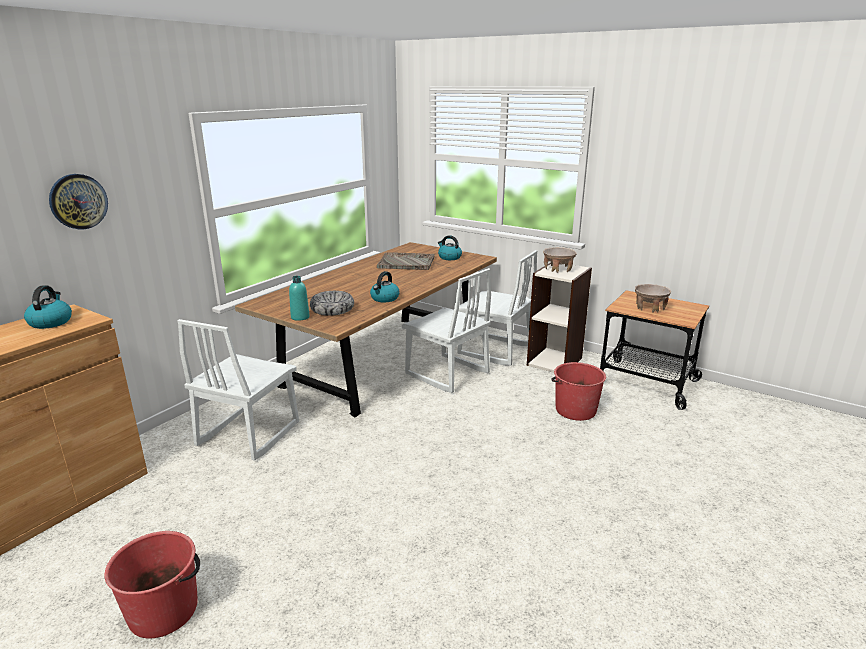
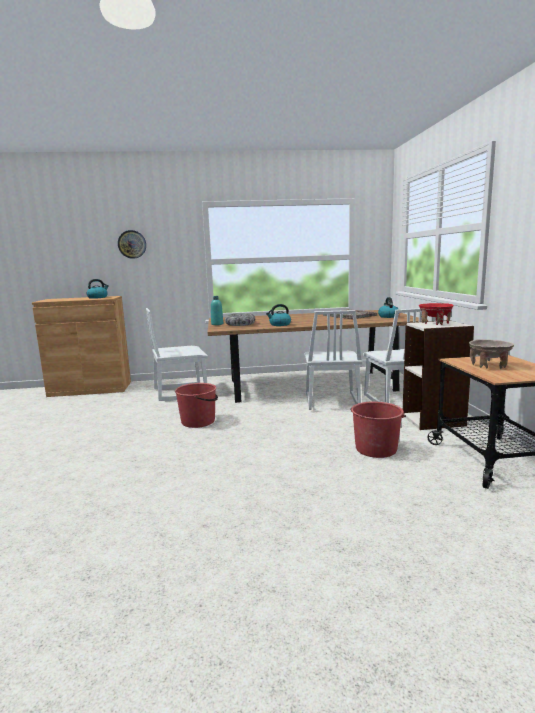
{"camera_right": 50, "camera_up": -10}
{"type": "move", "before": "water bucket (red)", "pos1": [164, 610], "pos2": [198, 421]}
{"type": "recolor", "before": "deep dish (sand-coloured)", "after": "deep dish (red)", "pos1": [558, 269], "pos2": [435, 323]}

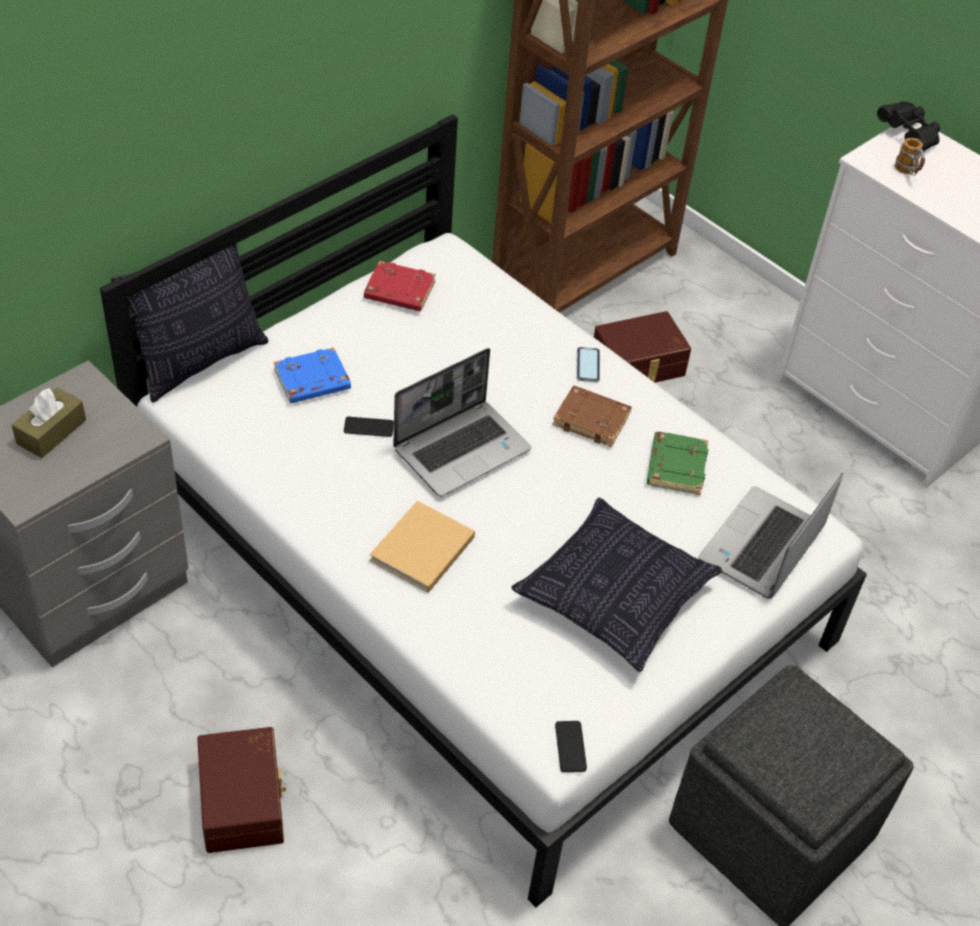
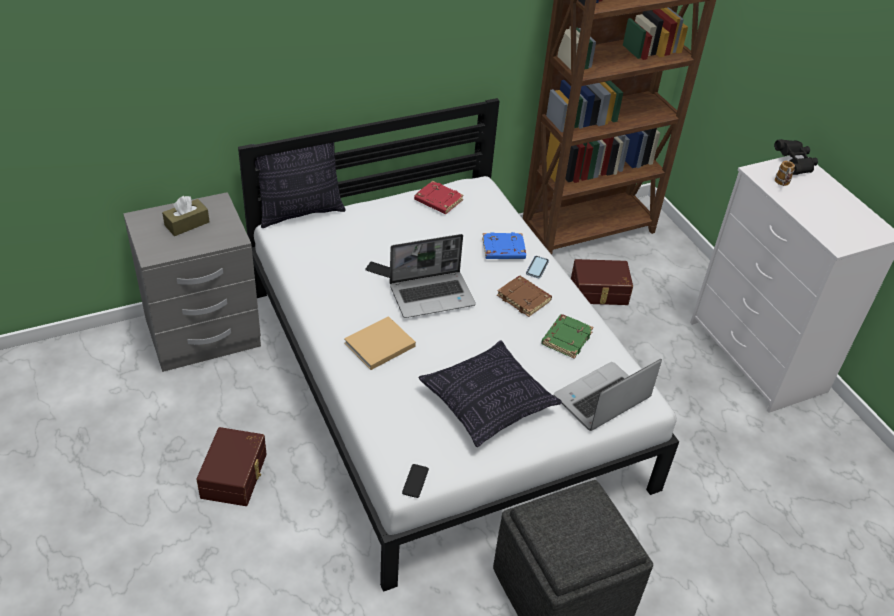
{"camera_right": 20, "camera_up": -5}
{"type": "move", "before": "bound book (blue)", "pos1": [312, 381], "pos2": [503, 250]}

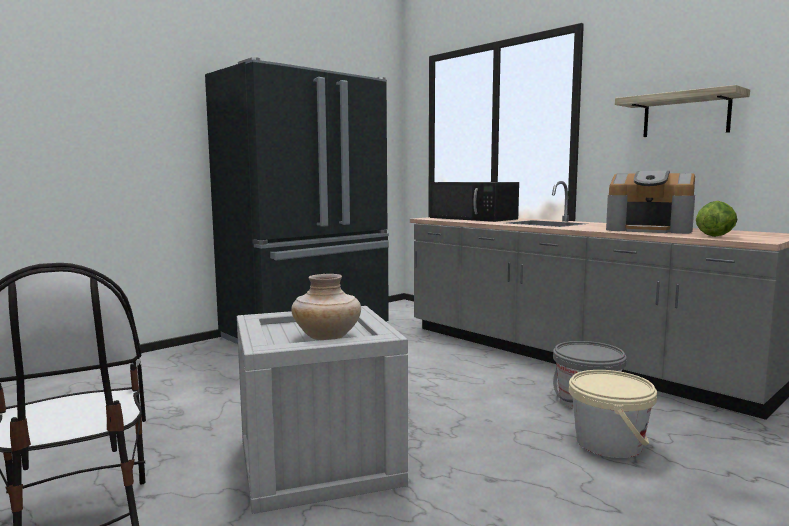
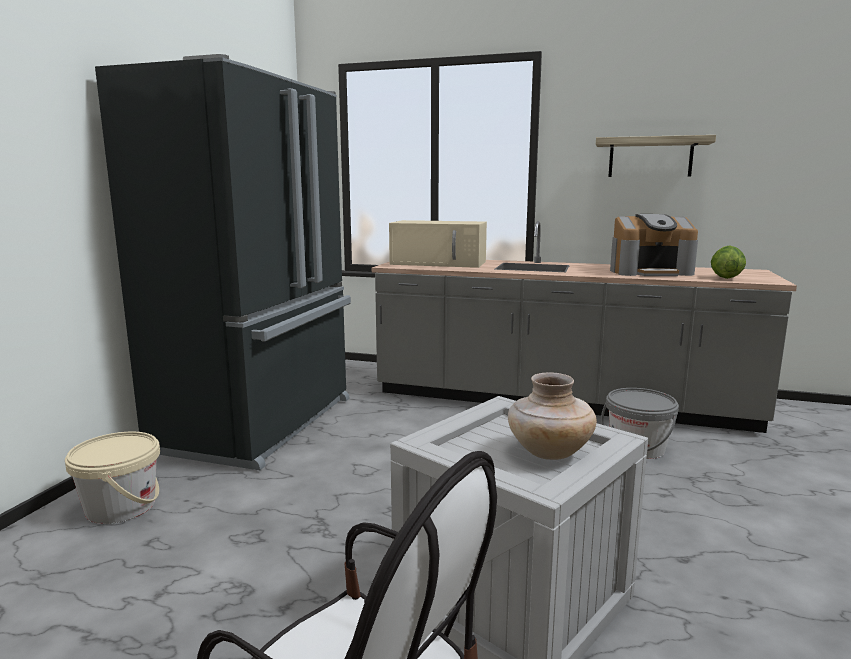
{"camera_right": -30, "camera_up": 5}
{"type": "recolor", "before": "microwave oven (black-coloured)", "after": "microwave oven (sand-coloured)", "pos1": [474, 218], "pos2": [440, 263]}
{"type": "move", "before": "water bucket (sand-coloured)", "pos1": [609, 443], "pos2": [121, 507]}

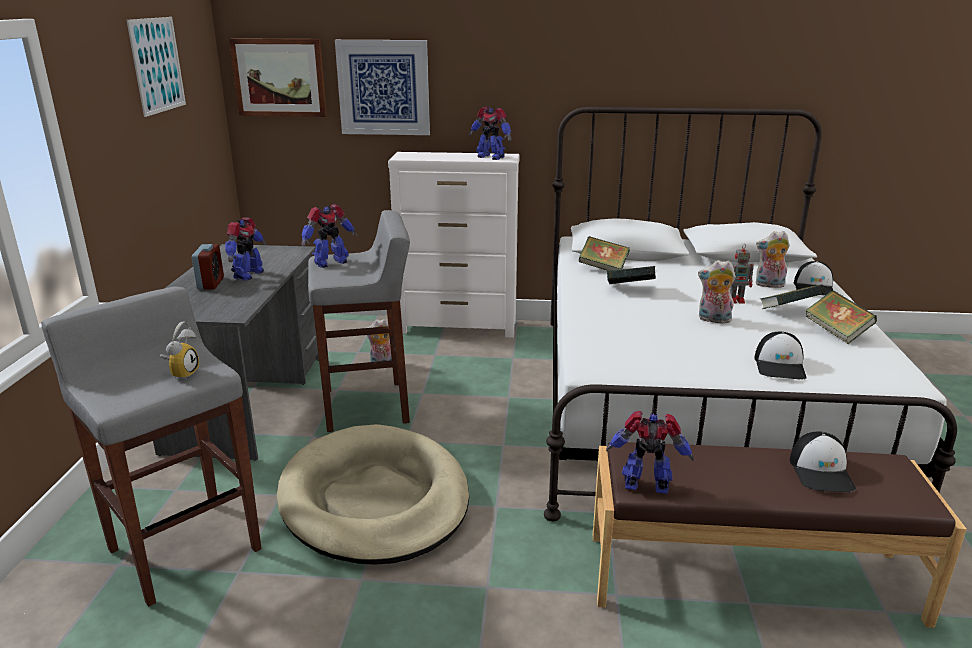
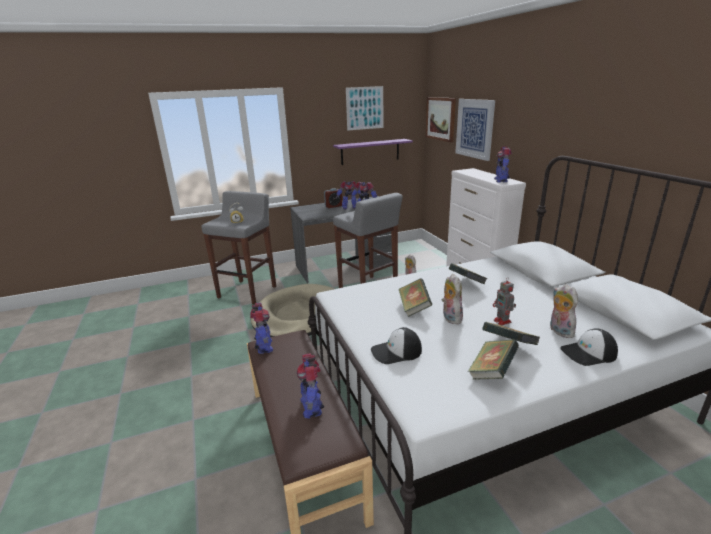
{"camera_right": 65, "camera_up": 0}
{"type": "move", "before": "bound book", "pos1": [603, 268], "pos2": [414, 308]}
{"type": "replace", "before": "peaked cap", "after": "robot figure", "pos1": [822, 472], "pos2": [312, 406]}
{"type": "insert", "after": "shelf (purplish)", "pos2": [370, 152]}

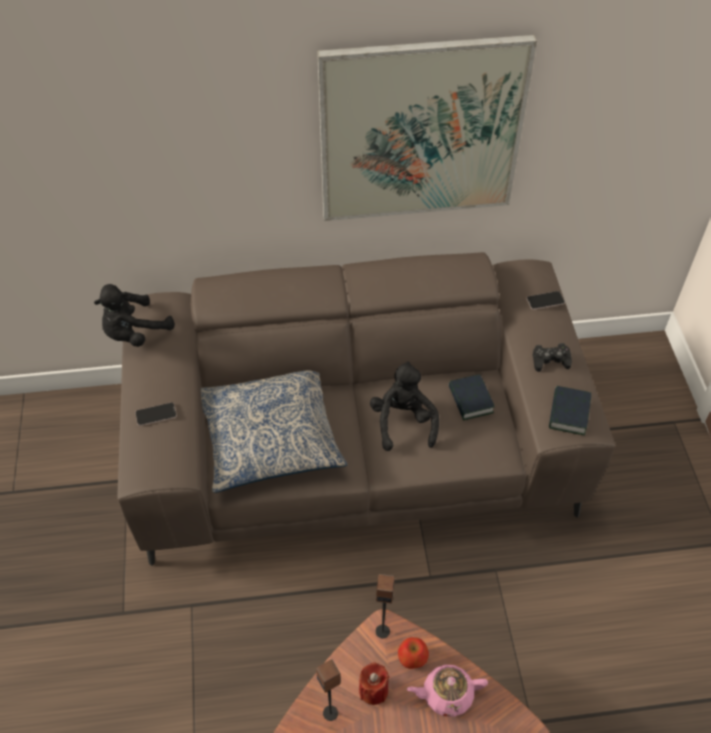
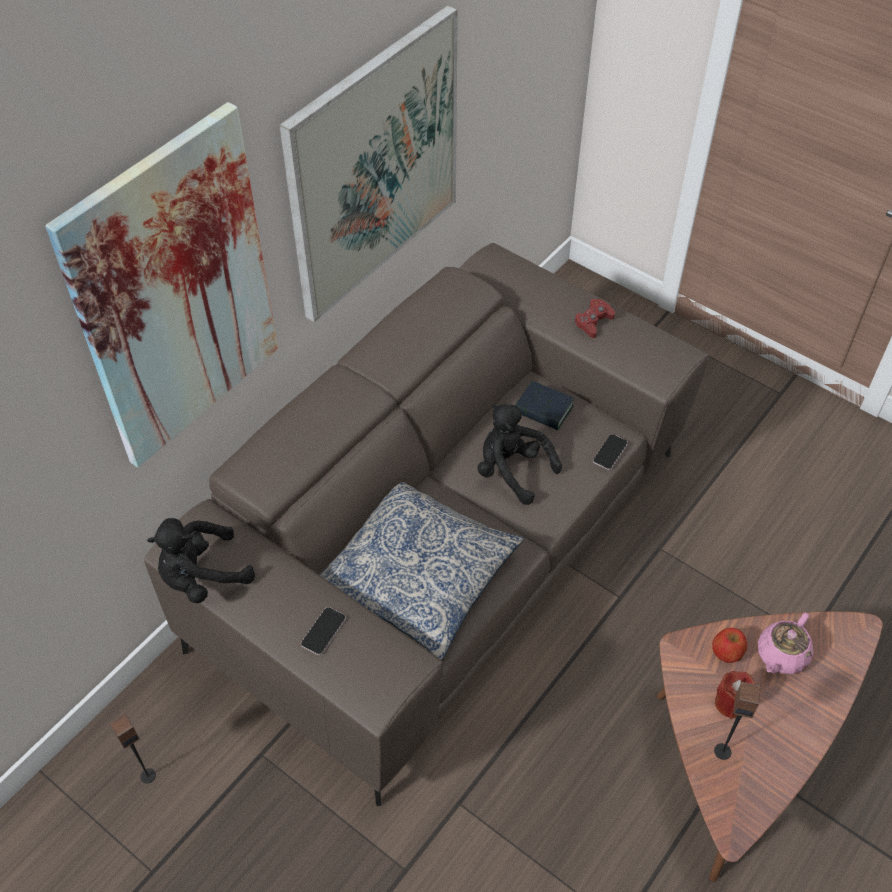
{"camera_right": -45, "camera_up": 0}
{"type": "rotate", "before": "plush toy (black-coloured)", "pos1": [134, 333], "pos2": [202, 577], "turn": 60}
{"type": "move", "before": "loudspeaker", "pos1": [382, 631], "pos2": [148, 775]}
{"type": "move", "before": "handset", "pos1": [545, 301], "pos2": [610, 452]}
{"type": "recolor", "before": "joypad (black-coloured)", "after": "joypad (red)", "pos1": [550, 360], "pos2": [593, 322]}
{"type": "delete", "before": "bound book", "pos1": [568, 413]}
{"type": "insert", "after": "wall art", "pos2": [175, 293]}

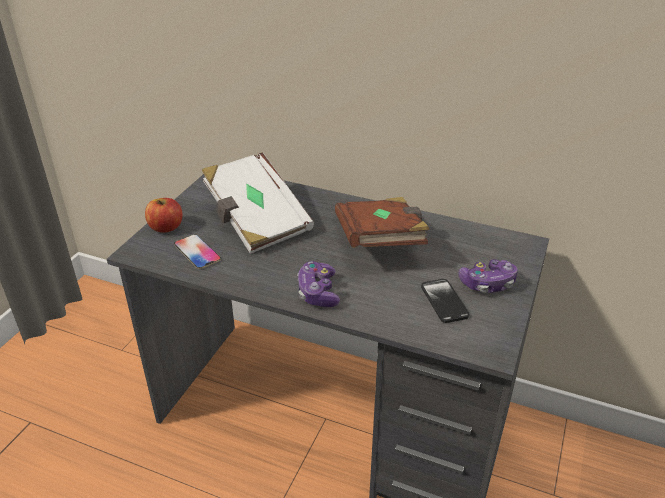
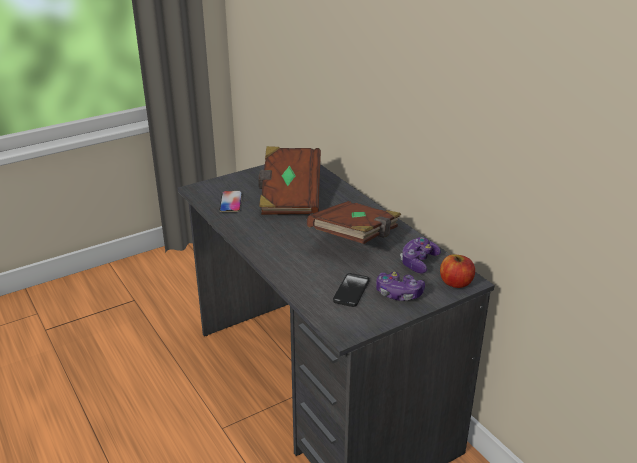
{"camera_right": 35, "camera_up": -5}
{"type": "move", "before": "apple", "pos1": [166, 227], "pos2": [456, 283]}
{"type": "recolor", "before": "bound book (whitish)", "after": "bound book (brown)", "pos1": [256, 220], "pos2": [289, 196]}
{"type": "move", "before": "joypad", "pos1": [318, 292], "pos2": [418, 262]}

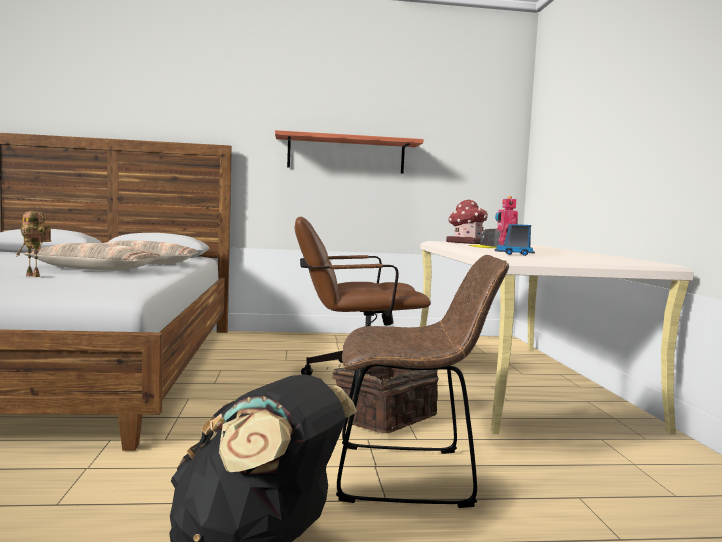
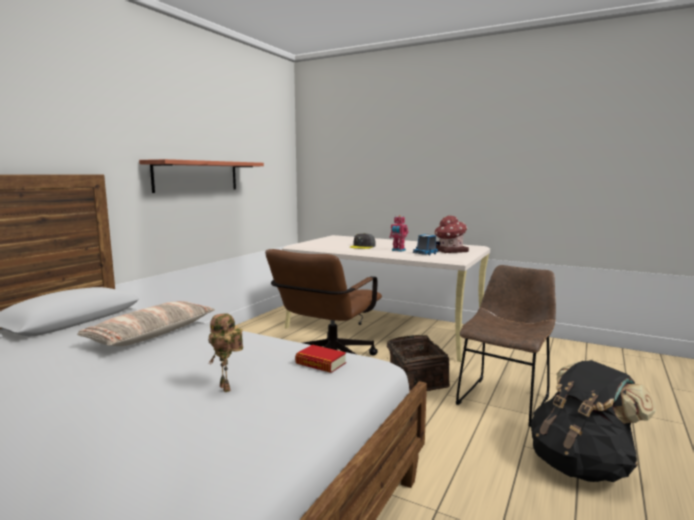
{"camera_right": -55, "camera_up": 5}
{"type": "rotate", "before": "robot figure", "pos1": [35, 276], "pos2": [227, 388], "turn": 90}
{"type": "delete", "before": "pillow", "pos1": [95, 269]}
{"type": "move", "before": "miniature house", "pos1": [466, 243], "pos2": [450, 251]}
{"type": "insert", "after": "bound book", "pos2": [320, 363]}

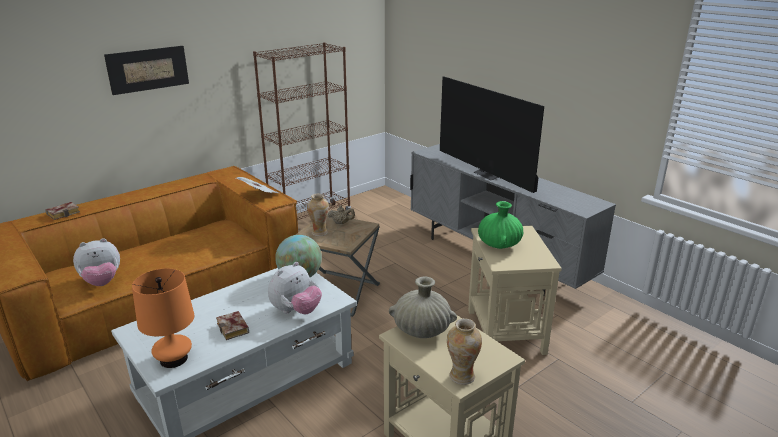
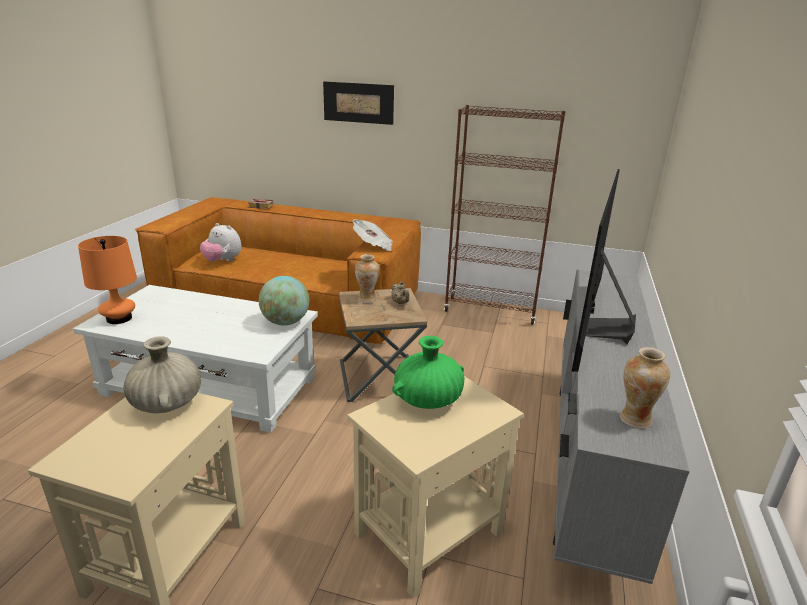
{"camera_right": 55, "camera_up": 0}
{"type": "delete", "before": "bound book", "pos1": [234, 329]}
{"type": "delete", "before": "plush toy", "pos1": [296, 311]}
{"type": "move", "before": "flower vase", "pos1": [462, 376], "pos2": [635, 419]}

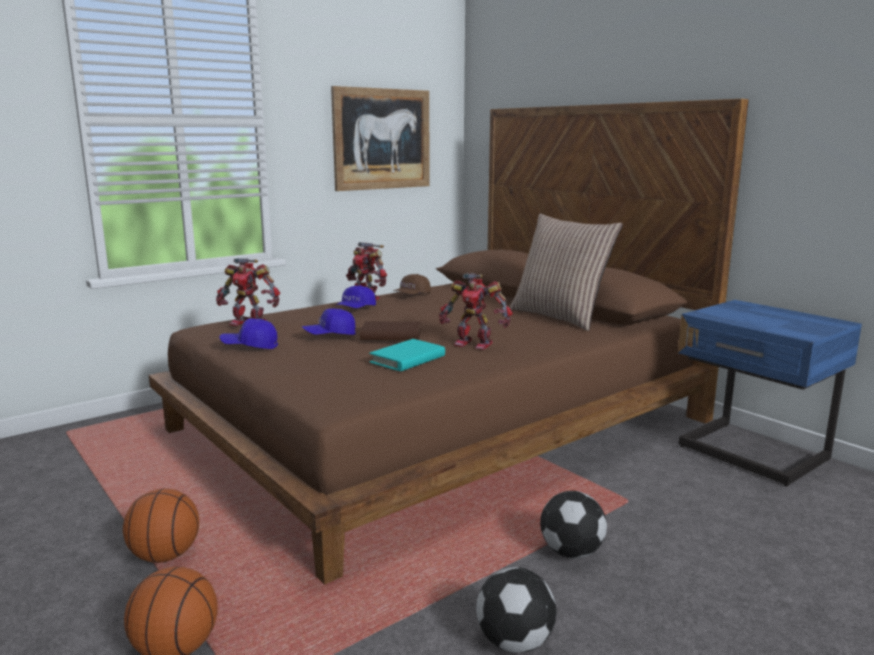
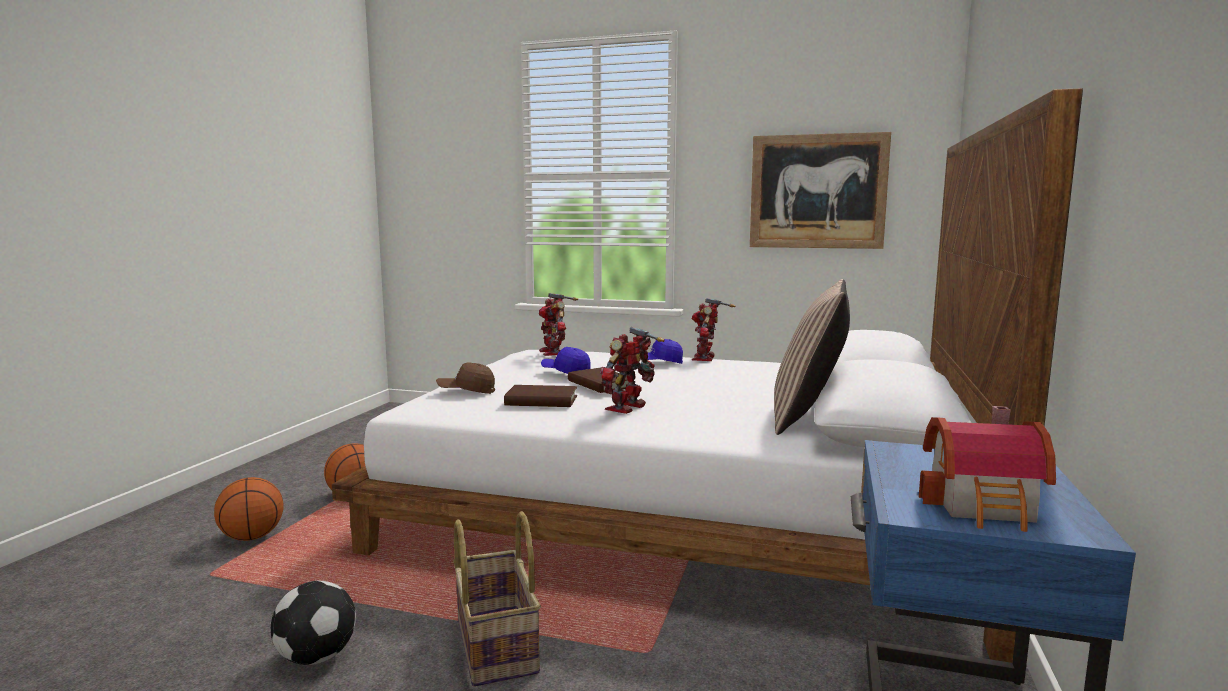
{"camera_right": 55, "camera_up": -5}
{"type": "recolor", "before": "sleeping bed (brown)", "after": "sleeping bed (whitish)", "pos1": [439, 425], "pos2": [680, 508]}
{"type": "delete", "before": "peaked cap (blue)", "pos1": [250, 346]}
{"type": "recolor", "before": "bound book (turquoise-coloured)", "after": "bound book (brown)", "pos1": [407, 359], "pos2": [541, 401]}
{"type": "move", "before": "peaked cap (brown)", "pos1": [412, 295], "pos2": [466, 391]}
{"type": "rotate", "before": "robot figure", "pos1": [474, 343], "pos2": [628, 408], "turn": 45}
{"type": "replace", "before": "football ball", "after": "storage basket", "pos1": [570, 552], "pos2": [494, 645]}
{"type": "insert", "after": "miniature house", "pos2": [986, 507]}

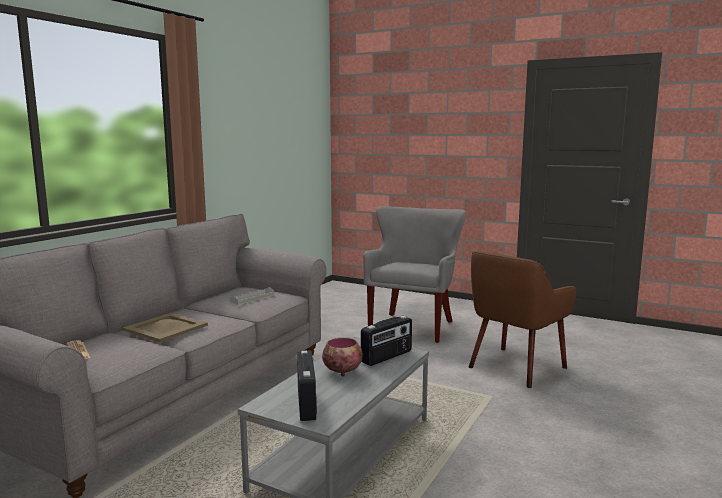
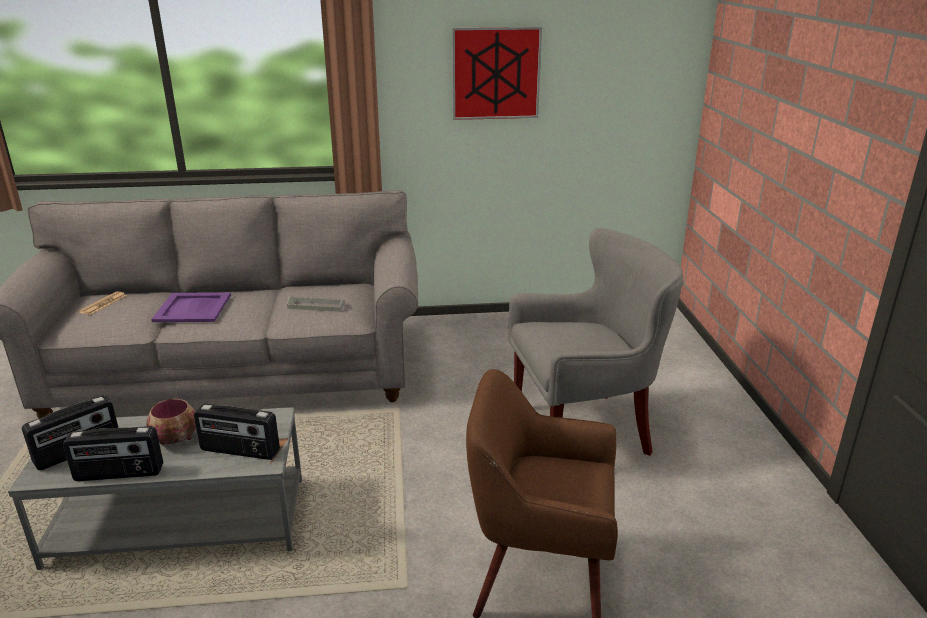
{"camera_right": 55, "camera_up": 15}
{"type": "recolor", "before": "serving tray (sand-coloured)", "after": "serving tray (purplish)", "pos1": [165, 327], "pos2": [193, 307]}
{"type": "insert", "after": "radio", "pos2": [119, 474]}
{"type": "insert", "after": "wall art", "pos2": [496, 73]}

